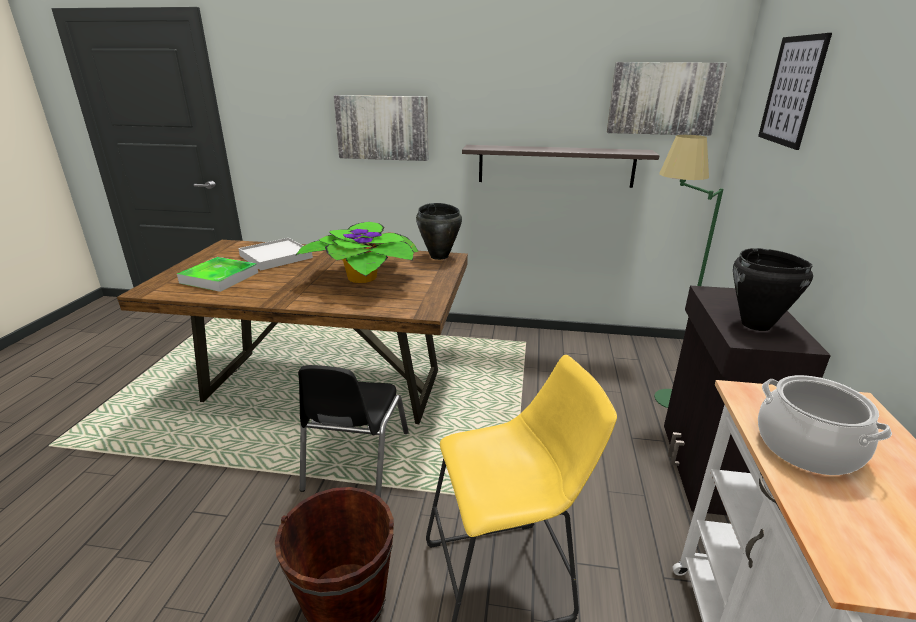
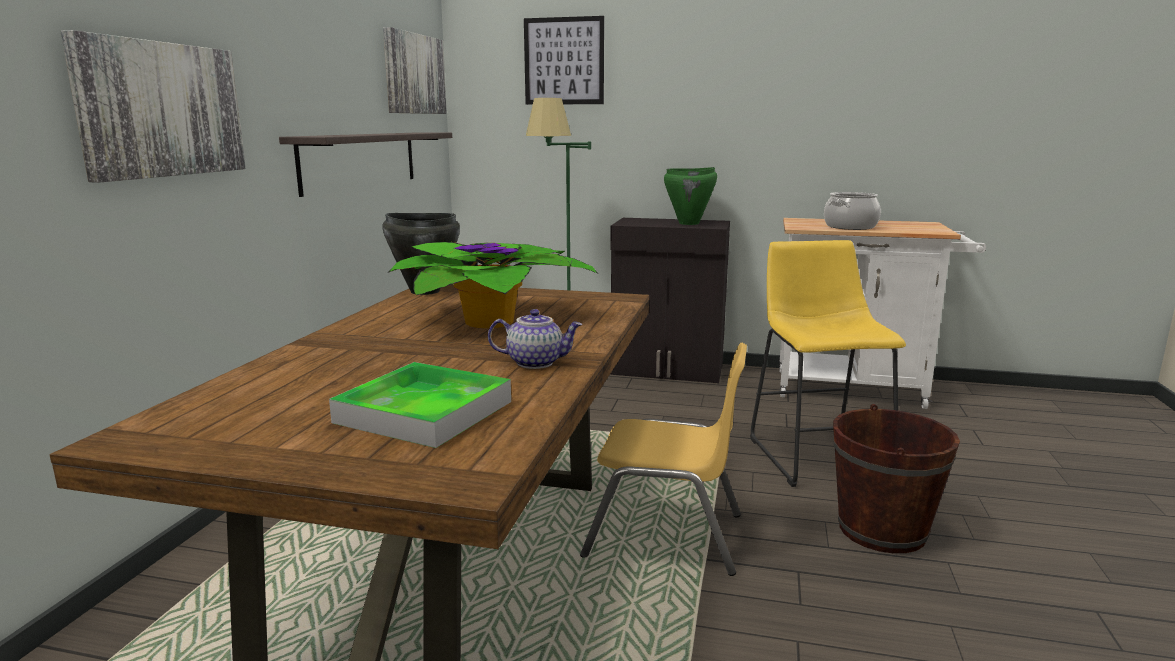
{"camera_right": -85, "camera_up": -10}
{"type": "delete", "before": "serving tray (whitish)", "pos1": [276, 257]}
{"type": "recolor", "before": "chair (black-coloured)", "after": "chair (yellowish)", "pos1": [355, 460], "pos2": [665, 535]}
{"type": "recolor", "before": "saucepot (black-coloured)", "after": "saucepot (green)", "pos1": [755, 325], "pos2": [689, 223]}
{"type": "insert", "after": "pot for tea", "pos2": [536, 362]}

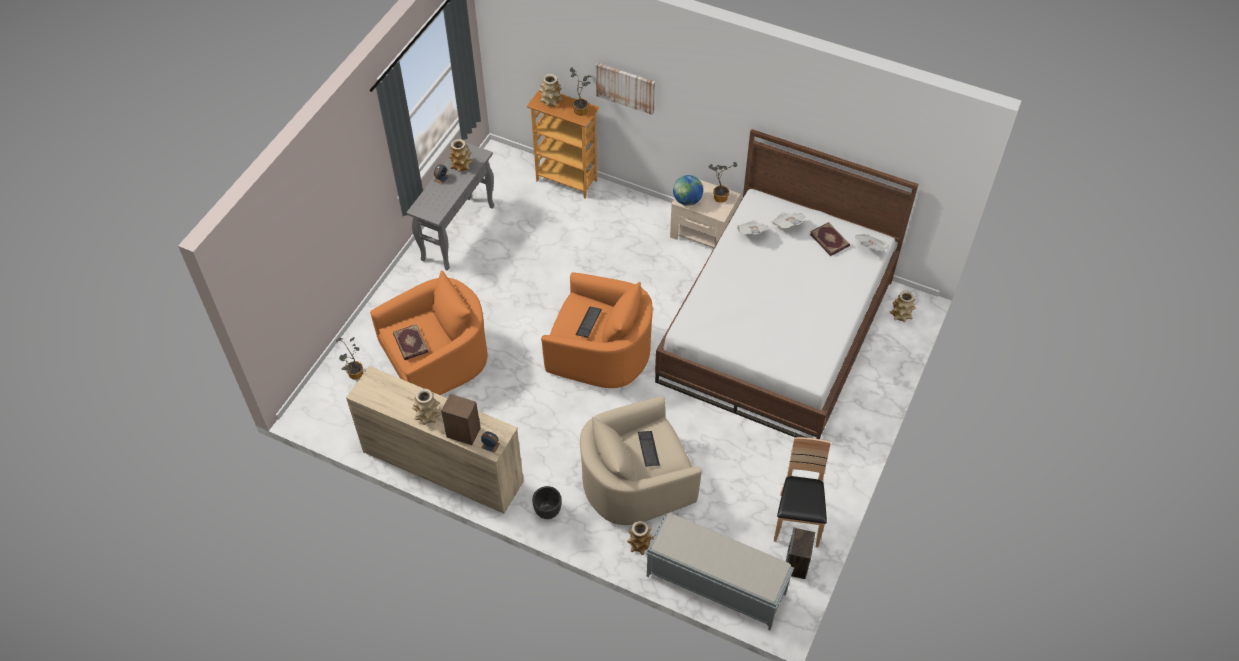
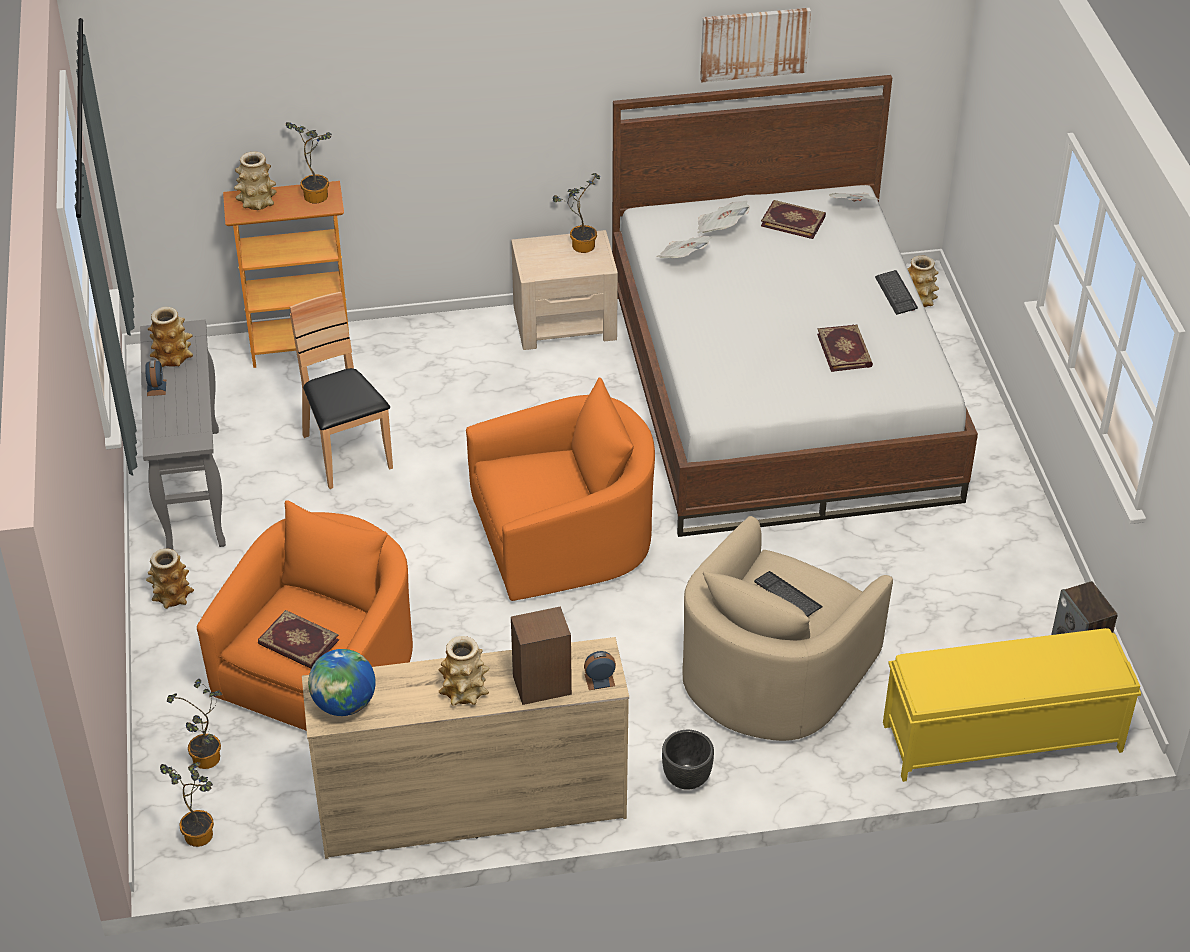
{"camera_right": -35, "camera_up": -10}
{"type": "move", "before": "keyboard", "pos1": [588, 322], "pos2": [896, 293]}
{"type": "move", "before": "wall art", "pos1": [625, 87], "pos2": [754, 43]}
{"type": "move", "before": "flower vase", "pos1": [640, 543], "pos2": [172, 596]}
{"type": "recolor", "before": "long seat (greyish)", "after": "long seat (yellowish)", "pos1": [715, 583], "pos2": [1000, 737]}
{"type": "move", "before": "globe", "pos1": [687, 200], "pos2": [344, 704]}
{"type": "move", "before": "chair (brown)", "pos1": [797, 520], "pos2": [346, 453]}
{"type": "insert", "after": "potted plant", "pos2": [200, 832]}
{"type": "insert", "after": "bound book", "pos2": [845, 350]}

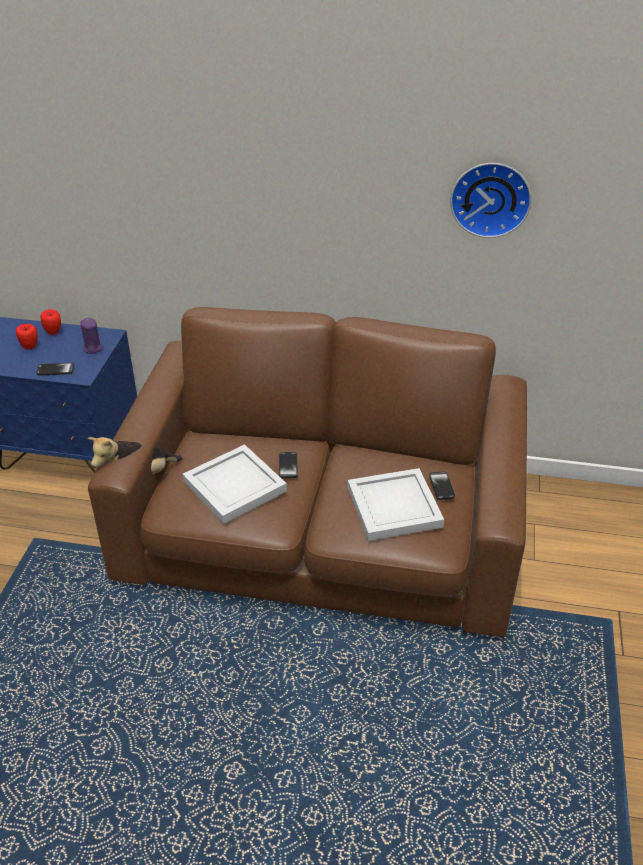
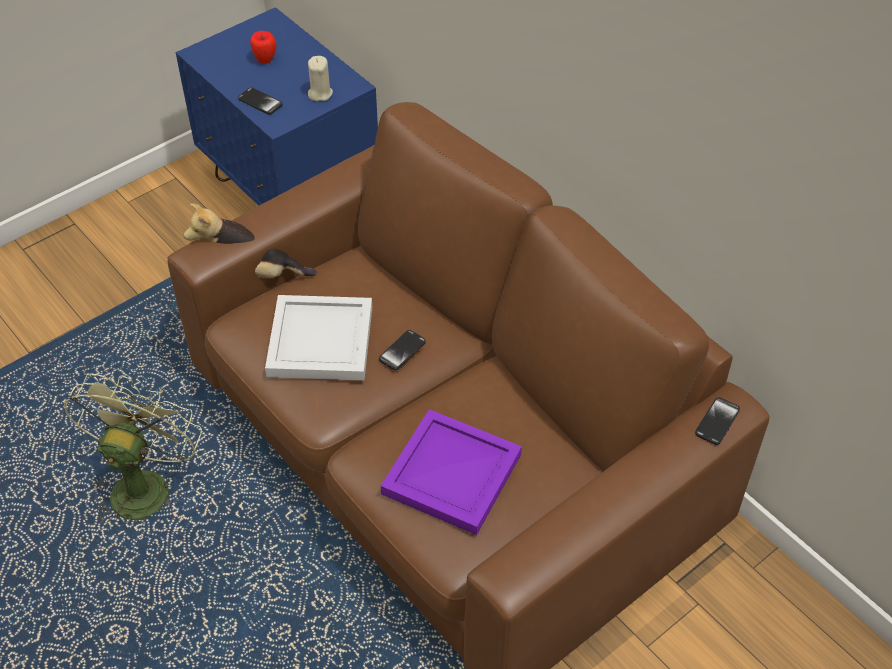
{"camera_right": 40, "camera_up": 10}
{"type": "delete", "before": "apple", "pos1": [53, 332]}
{"type": "recolor", "before": "wax candle (purplish)", "after": "wax candle (sand-coloured)", "pos1": [92, 348], "pos2": [320, 93]}
{"type": "recolor", "before": "serving tray (whitish)", "after": "serving tray (purplish)", "pos1": [395, 507], "pos2": [452, 476]}
{"type": "move", "before": "handset", "pos1": [441, 486], "pos2": [717, 422]}
{"type": "delete", "before": "hanging clock", "pos1": [490, 198]}
{"type": "insert", "after": "fan (green)", "pos2": [143, 484]}

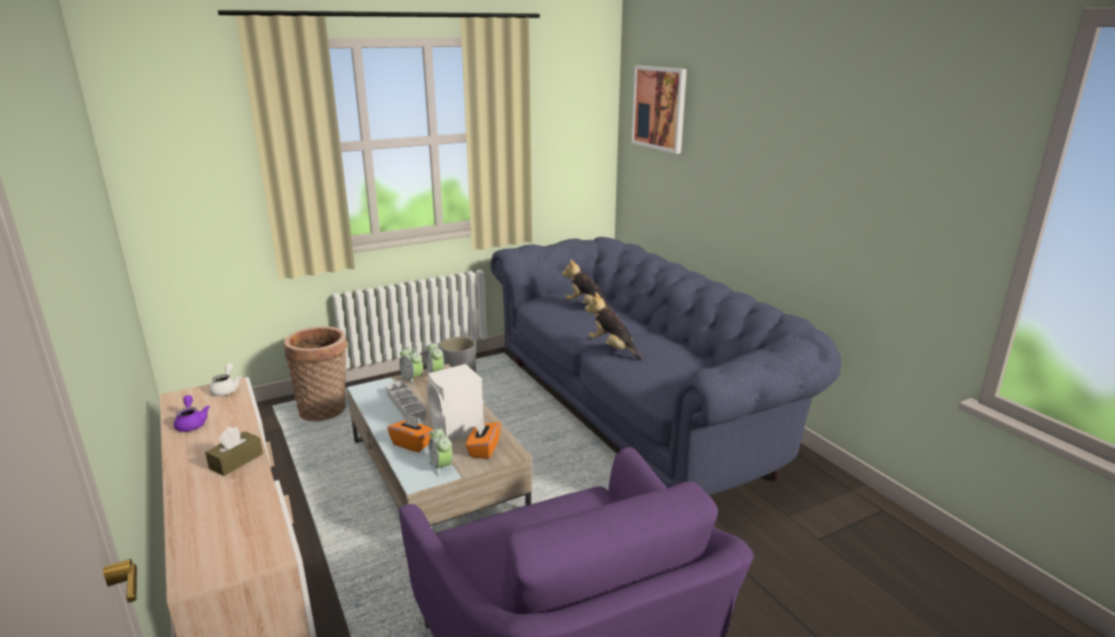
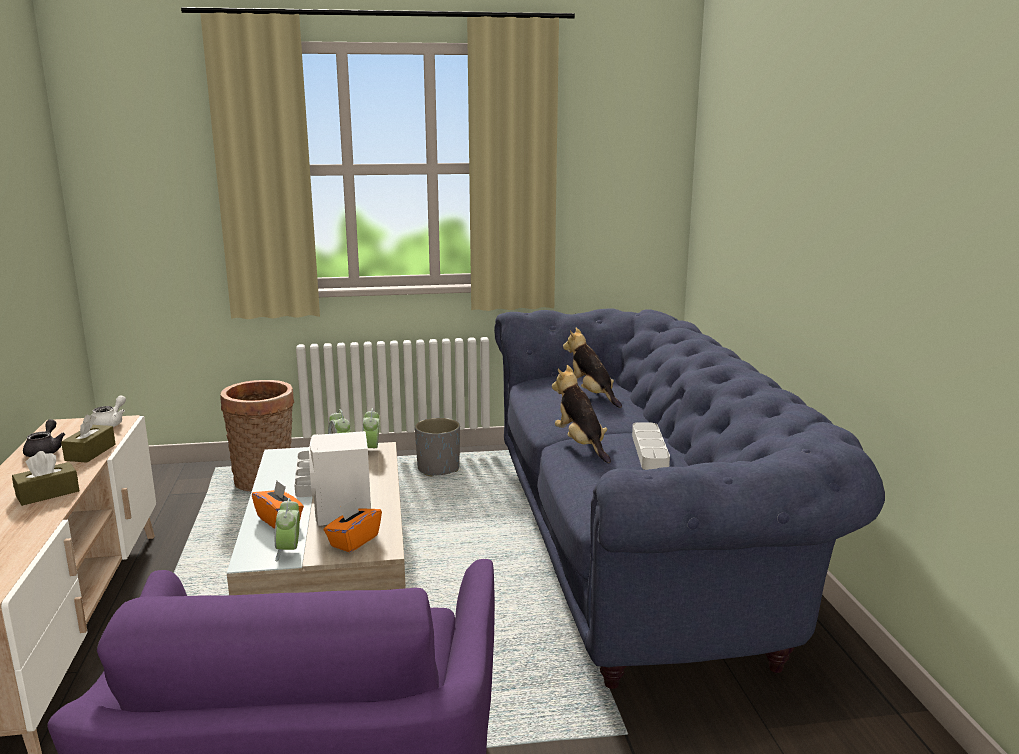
{"camera_right": 20, "camera_up": -5}
{"type": "recolor", "before": "pot for tea (purplish)", "after": "pot for tea (greyish)", "pos1": [191, 423], "pos2": [45, 451]}
{"type": "delete", "before": "wall art", "pos1": [659, 108]}
{"type": "insert", "after": "tissue holder (brown)", "pos2": [90, 452]}
{"type": "insert", "after": "serving tray (greyish)", "pos2": [649, 451]}

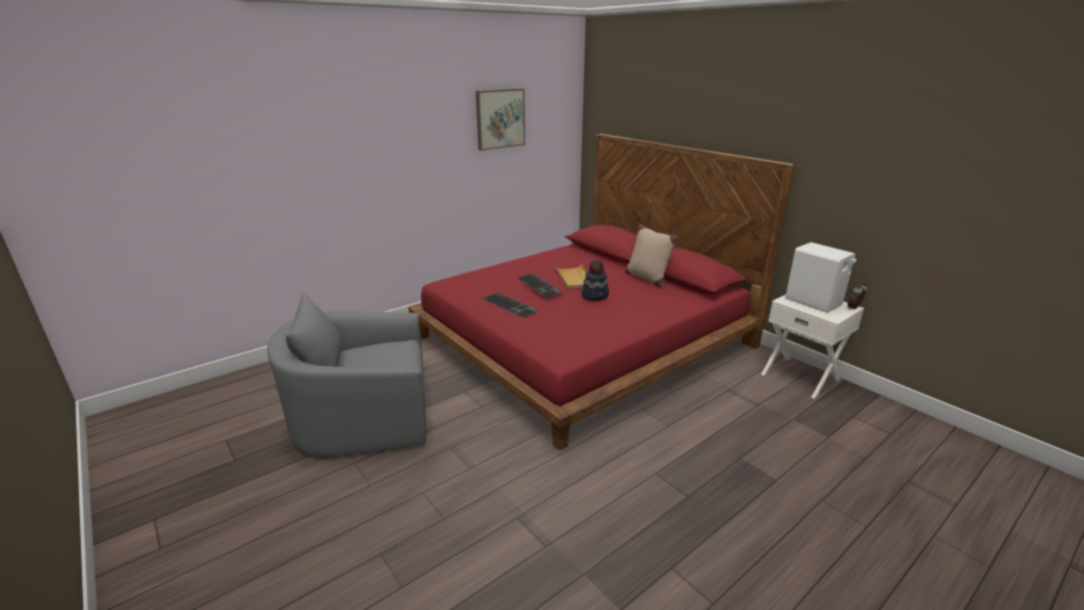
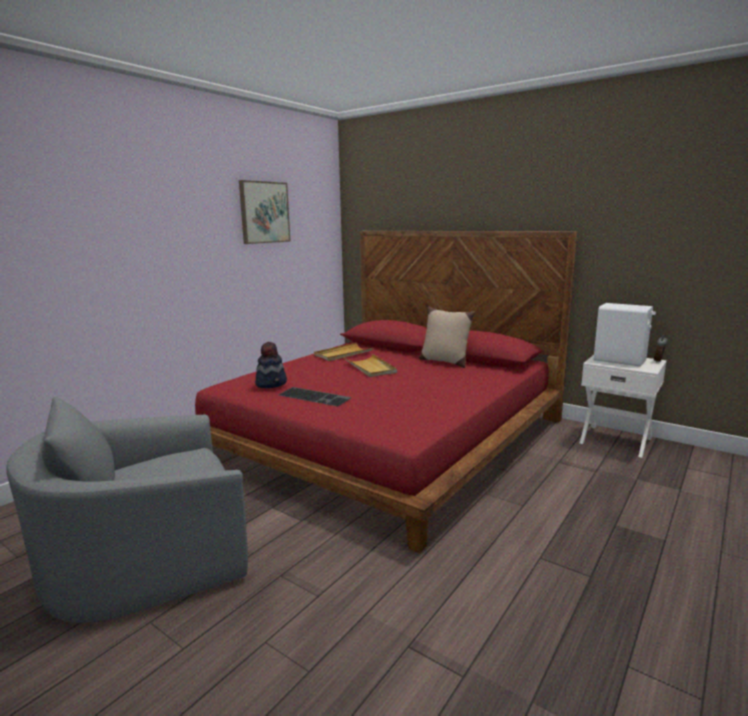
{"camera_right": -15, "camera_up": -10}
{"type": "delete", "before": "keyboard", "pos1": [539, 285]}
{"type": "move", "before": "clothing hat", "pos1": [595, 295], "pos2": [271, 383]}
{"type": "insert", "after": "serving tray (sand-coloured)", "pos2": [343, 354]}

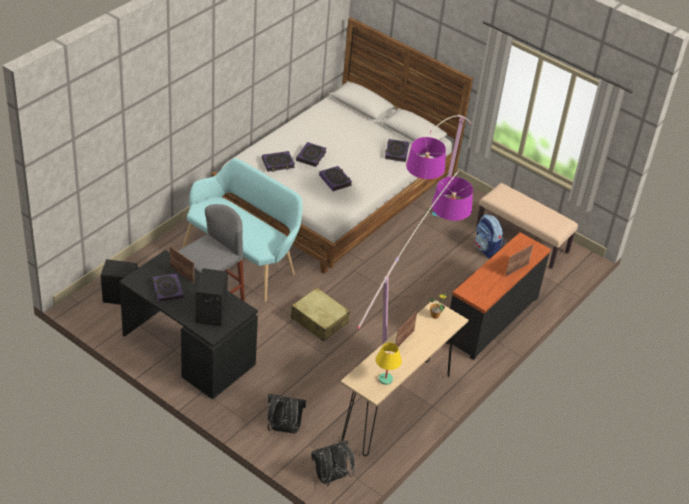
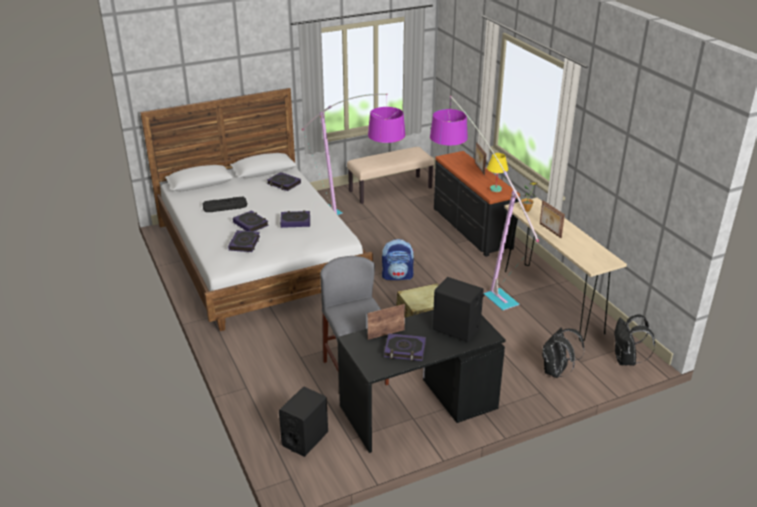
{"camera_right": -60, "camera_up": -10}
{"type": "delete", "before": "long seat (turquoise-coloured)", "pos1": [243, 260]}
{"type": "move", "before": "lamp for a table (yellowish)", "pos1": [385, 379], "pos2": [495, 189]}
{"type": "move", "before": "knapsack", "pos1": [486, 249], "pos2": [397, 276]}
{"type": "insert", "after": "keyboard", "pos2": [225, 205]}

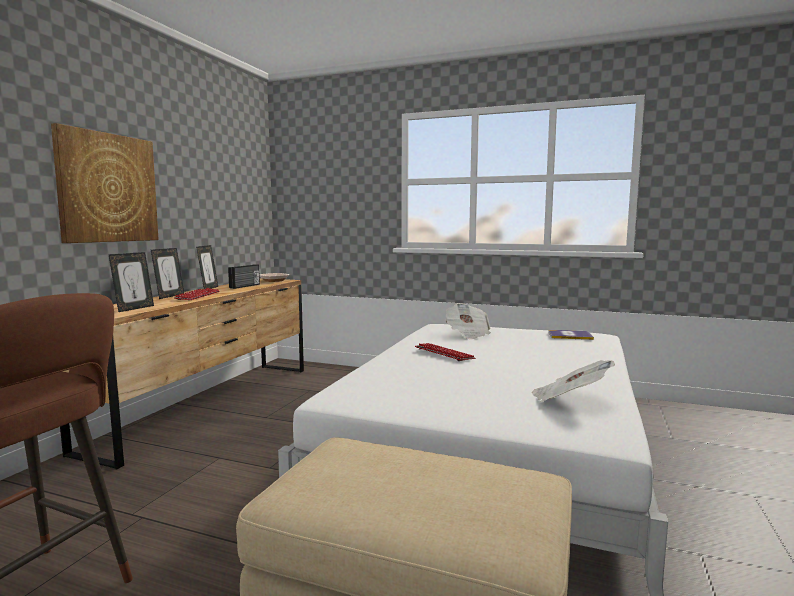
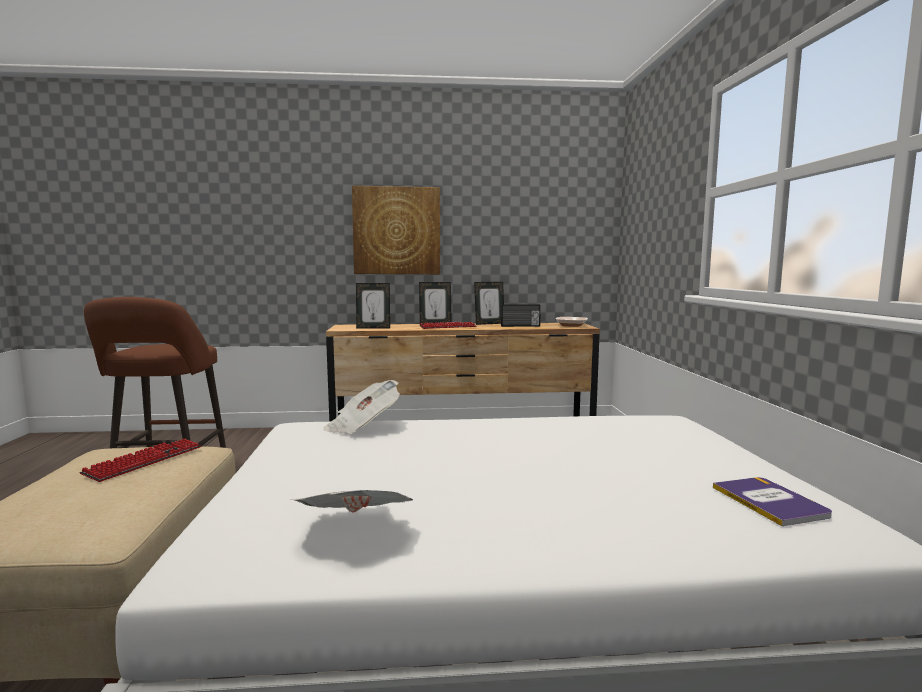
{"camera_right": 65, "camera_up": 0}
{"type": "move", "before": "keyboard", "pos1": [443, 353], "pos2": [145, 461]}
{"type": "move", "before": "daily paper", "pos1": [467, 333], "pos2": [362, 426]}

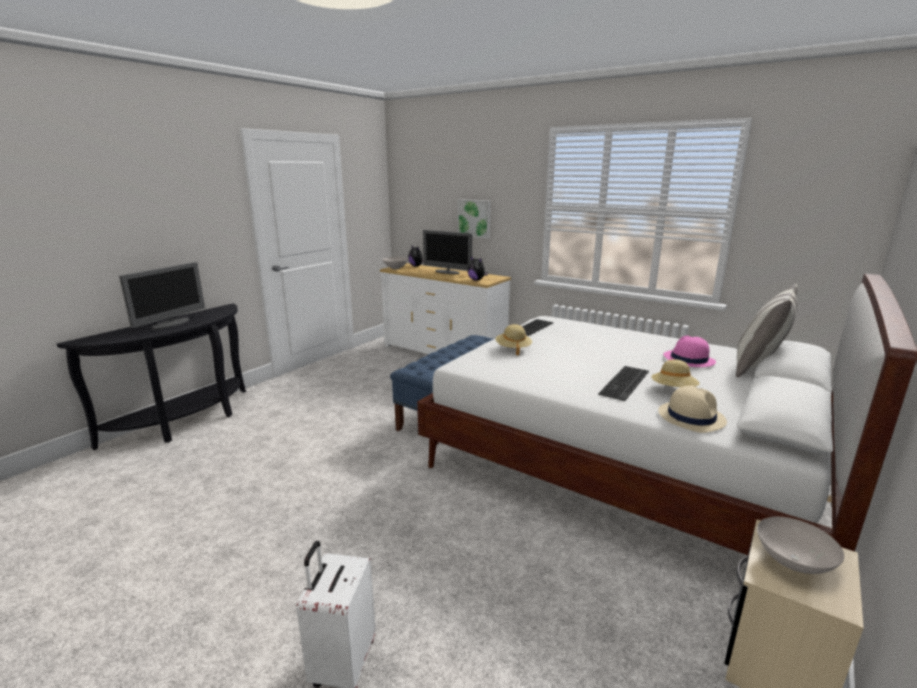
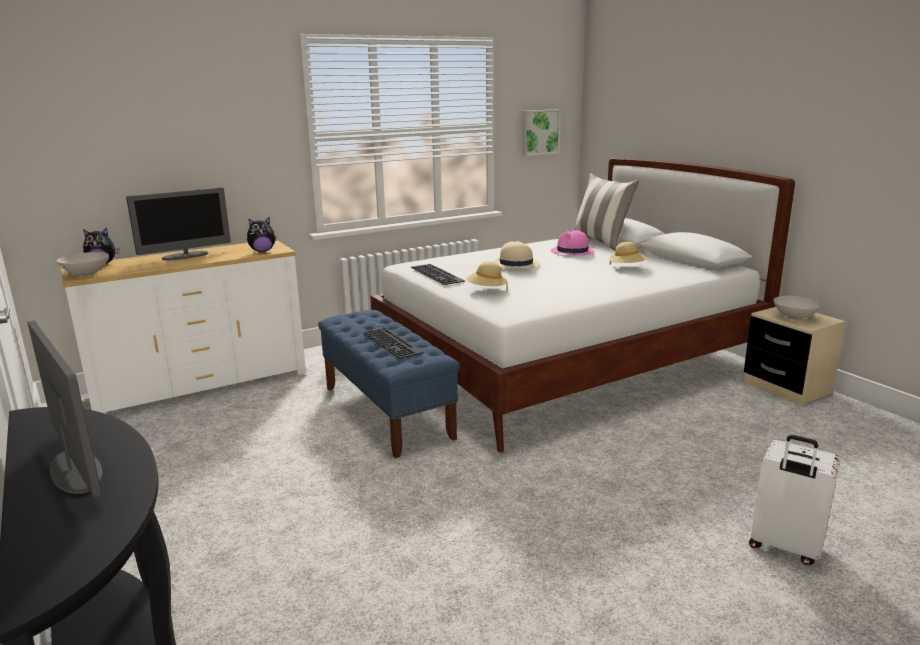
{"camera_right": -65, "camera_up": 0}
{"type": "move", "before": "wall art", "pos1": [474, 218], "pos2": [539, 132]}
{"type": "move", "before": "keyboard", "pos1": [626, 383], "pos2": [393, 342]}
{"type": "move", "before": "clothing hat (sand-coloured)", "pos1": [691, 417], "pos2": [515, 264]}

